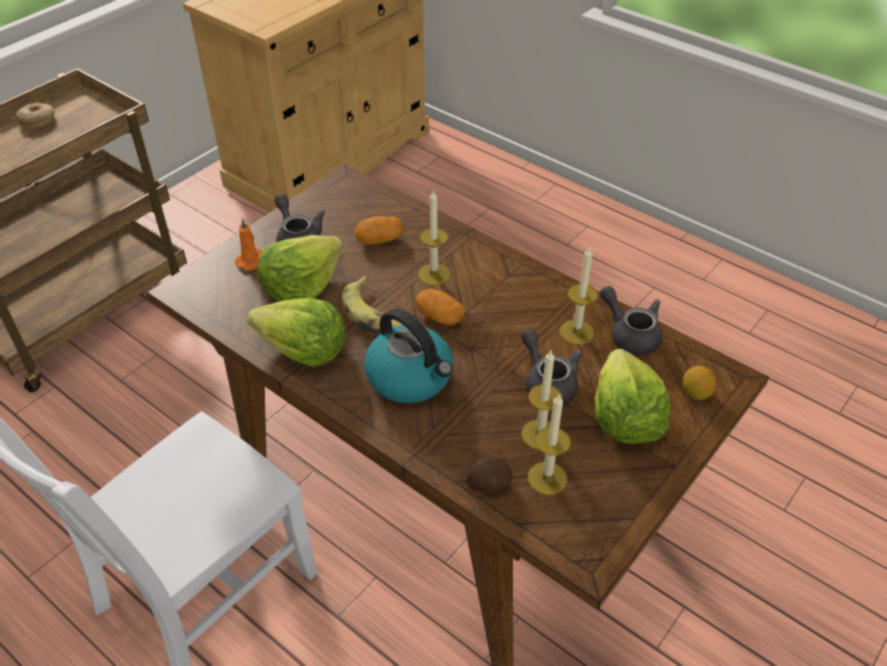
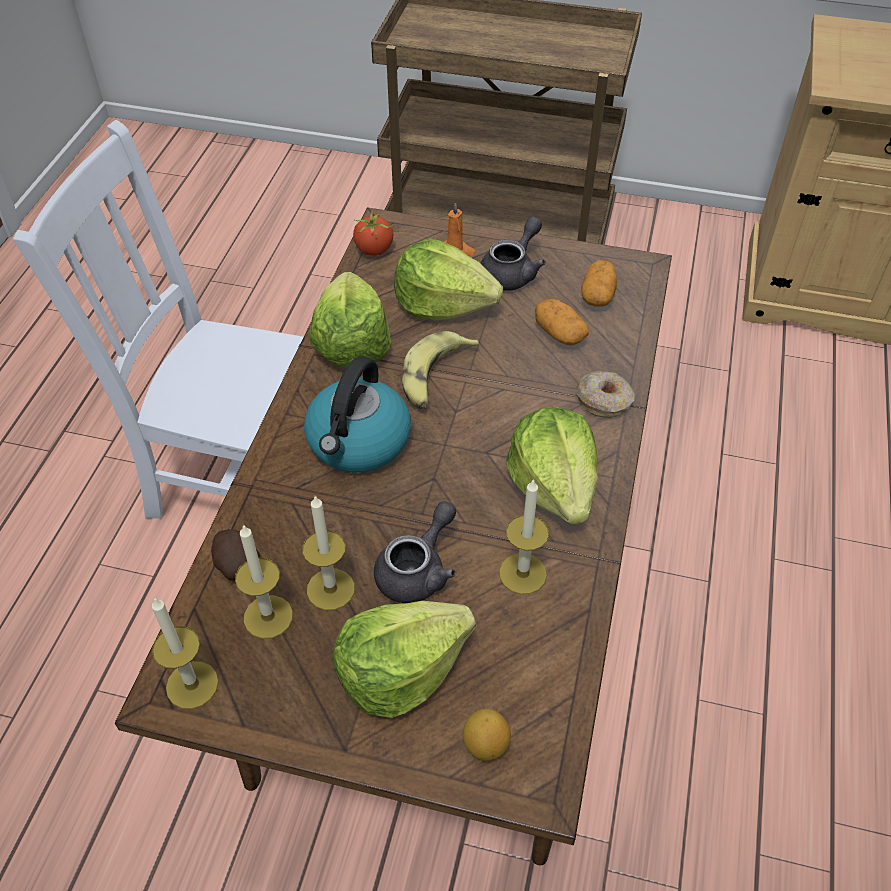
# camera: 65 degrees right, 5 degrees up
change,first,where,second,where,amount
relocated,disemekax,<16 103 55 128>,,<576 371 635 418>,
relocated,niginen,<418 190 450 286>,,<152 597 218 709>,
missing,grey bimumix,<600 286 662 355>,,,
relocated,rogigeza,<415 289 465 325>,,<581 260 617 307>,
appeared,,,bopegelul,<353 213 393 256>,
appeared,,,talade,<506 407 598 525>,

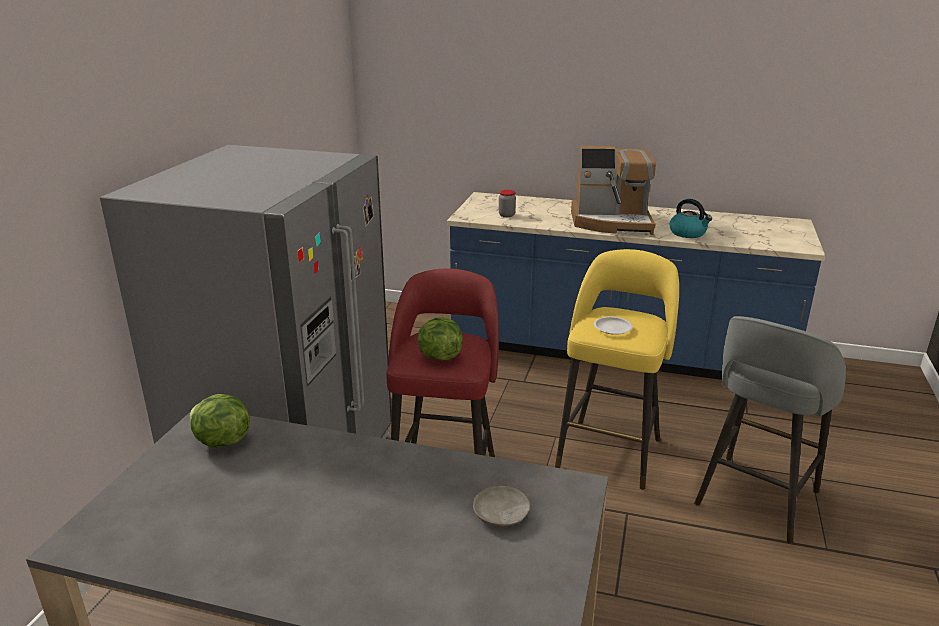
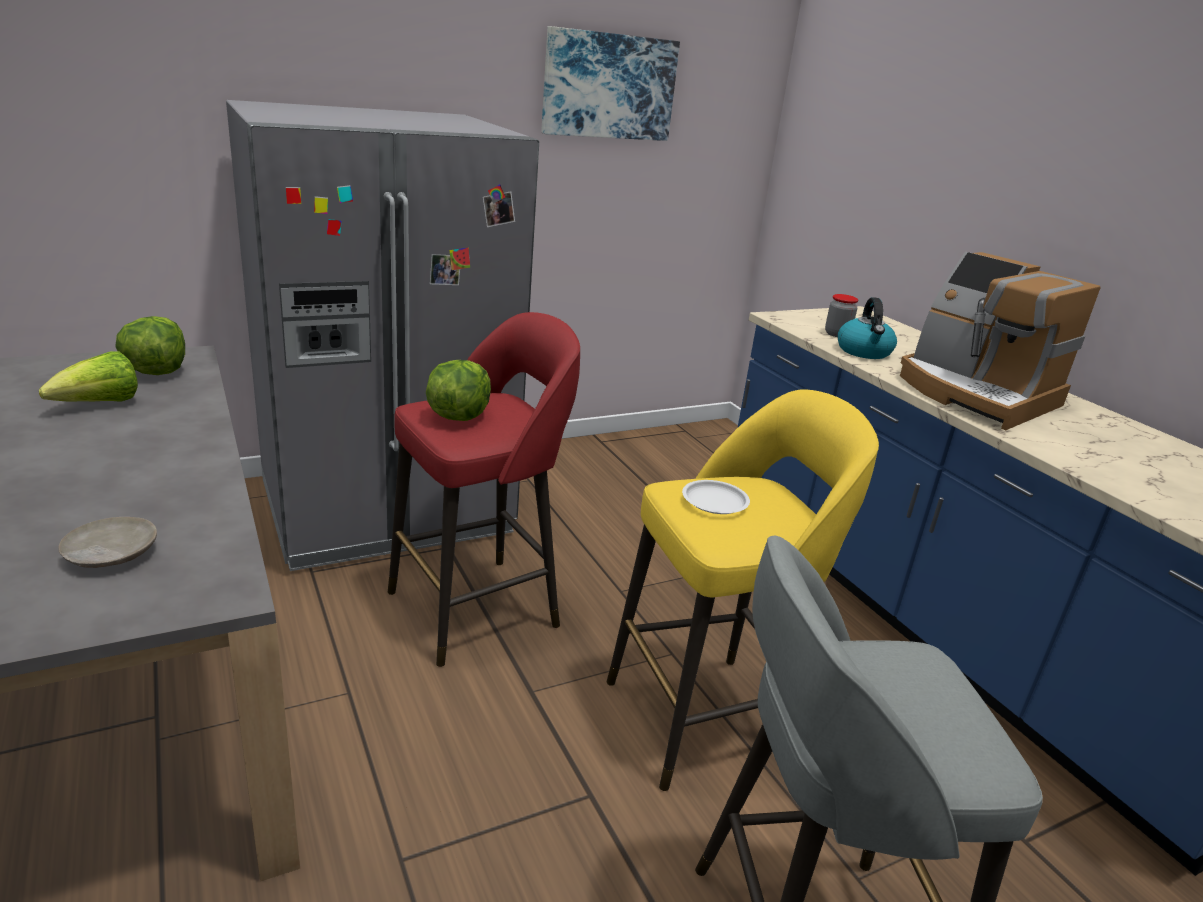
# camera: 45 degrees right, 0 degrees up
change,first,where,second,where,amount
relocated,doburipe,<670 199 712 238>,,<838 297 897 359>,
appeared,,,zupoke,<541 26 680 141>,
appeared,,,talade,<39 352 138 402>,

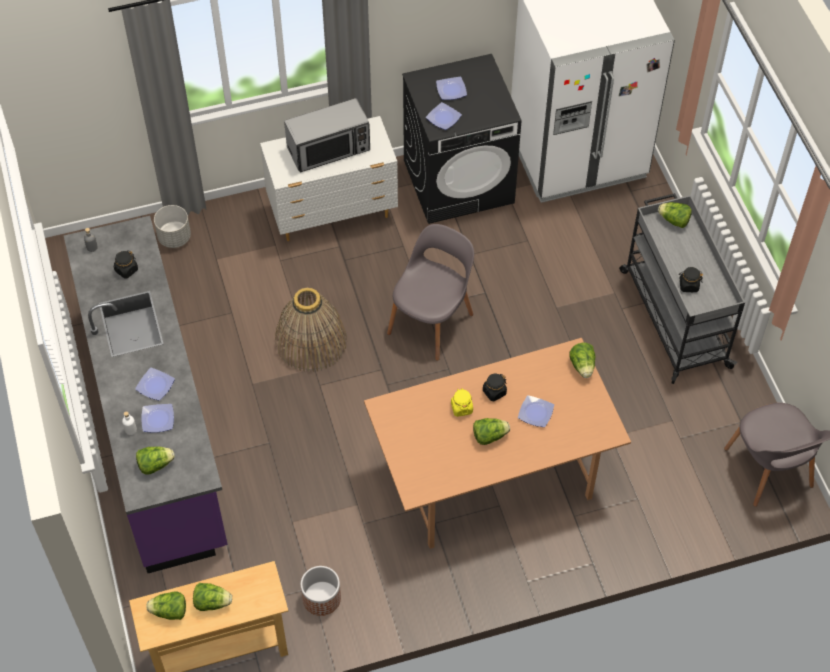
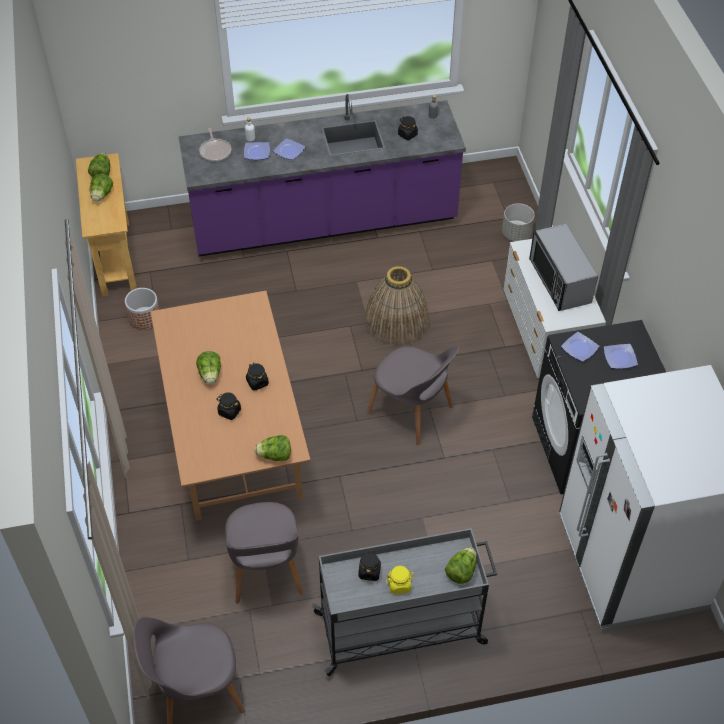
# camera: 95 degrees right, 5 degrees down
change,first,where,second,where,amount
relocated,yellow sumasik,<451 388 473 417>,,<386 566 414 594>,
exchanged,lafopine,<518 395 554 427>,black sumasik,<216 392 241 420>,
exchanged,talade,<136 447 175 474>,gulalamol,<199 128 231 162>,
appeared,,,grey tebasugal,<225 502 303 604>,

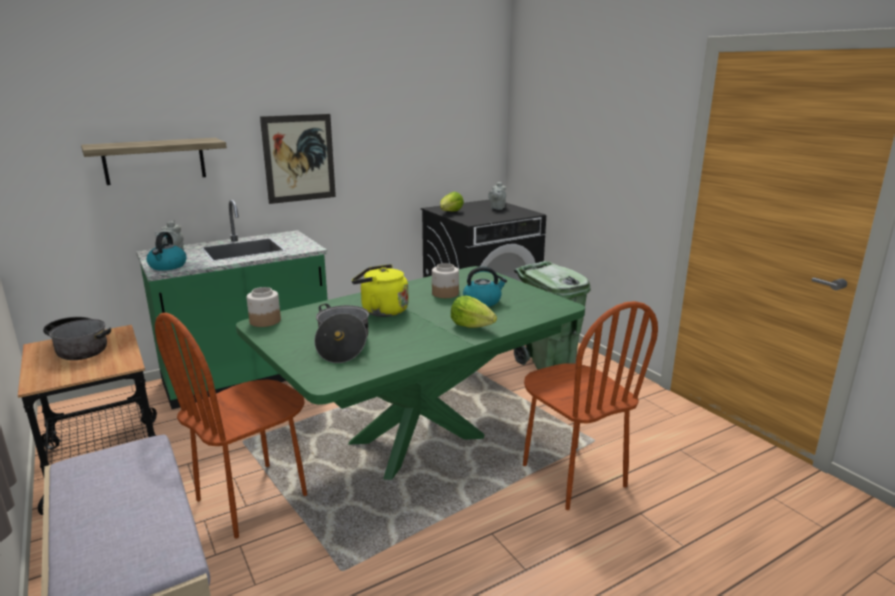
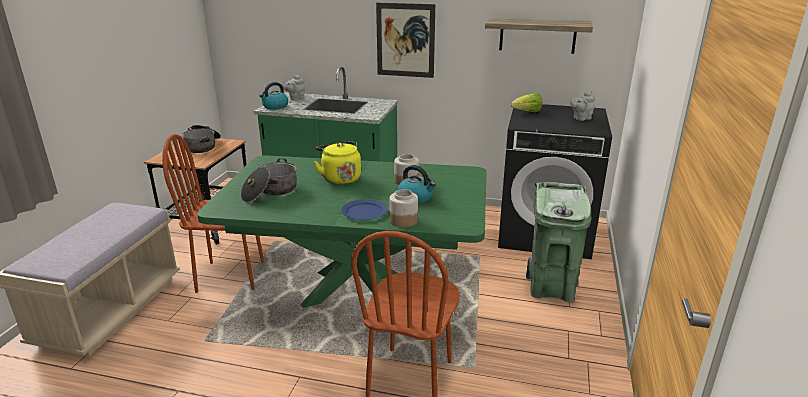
# camera: 45 degrees right, 5 degrees up
change,first,where,second,where,amount
relocated,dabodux,<81 138 227 185>,,<485 18 593 54>,
relocated,sumasik,<246 287 281 327>,,<389 189 418 227>,
exchanged,talade,<451 296 497 328>,blue lafopine,<341 199 387 220>,

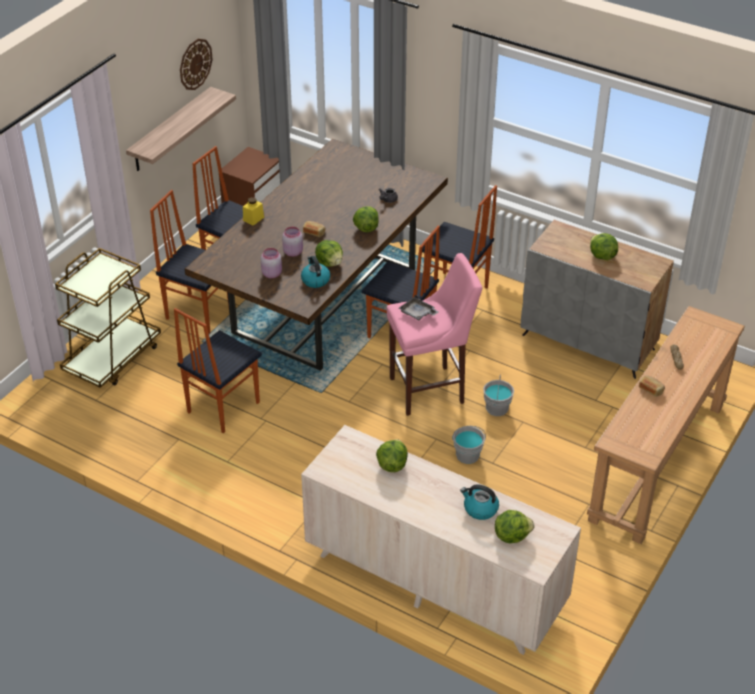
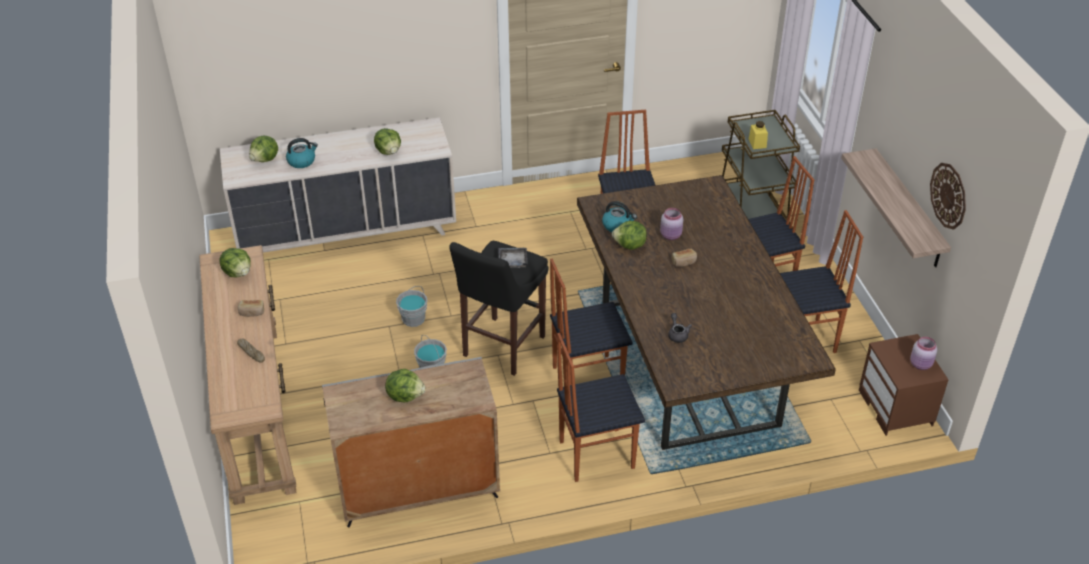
# camera: 135 degrees right, 0 degrees up
change,first,where,second,where,amount
relocated,yellow sumasik,<243 197 264 226>,,<749 121 768 149>,
relocated,talade,<353 206 379 232>,,<219 248 251 277>,
relocated,pink sumasik,<261 248 282 278>,,<910 337 937 370>,
colour,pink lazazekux,<386 253 482 416>,black lazazekux,<449 241 549 376>,

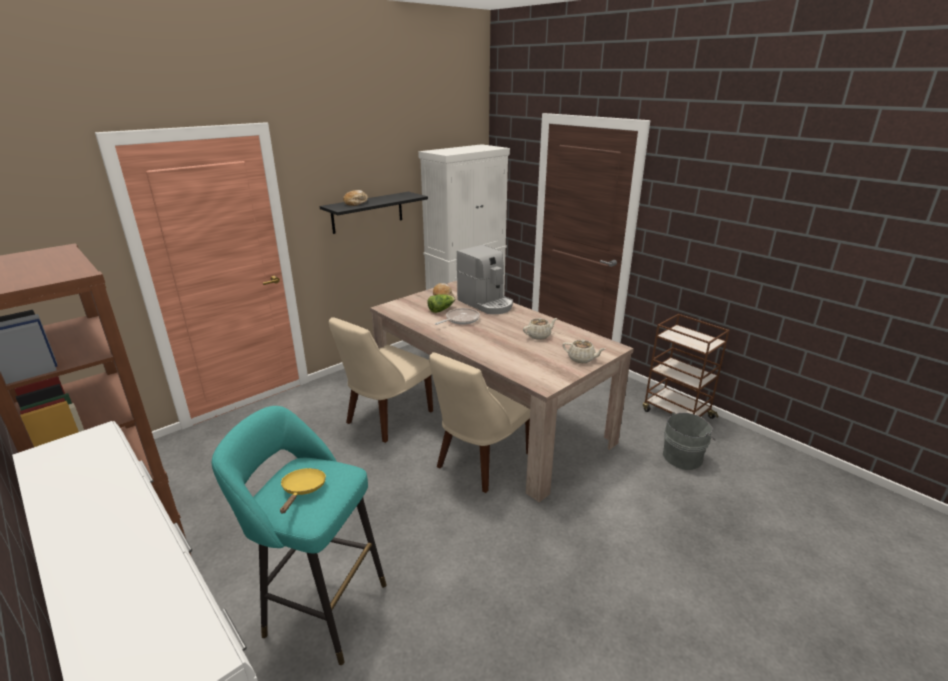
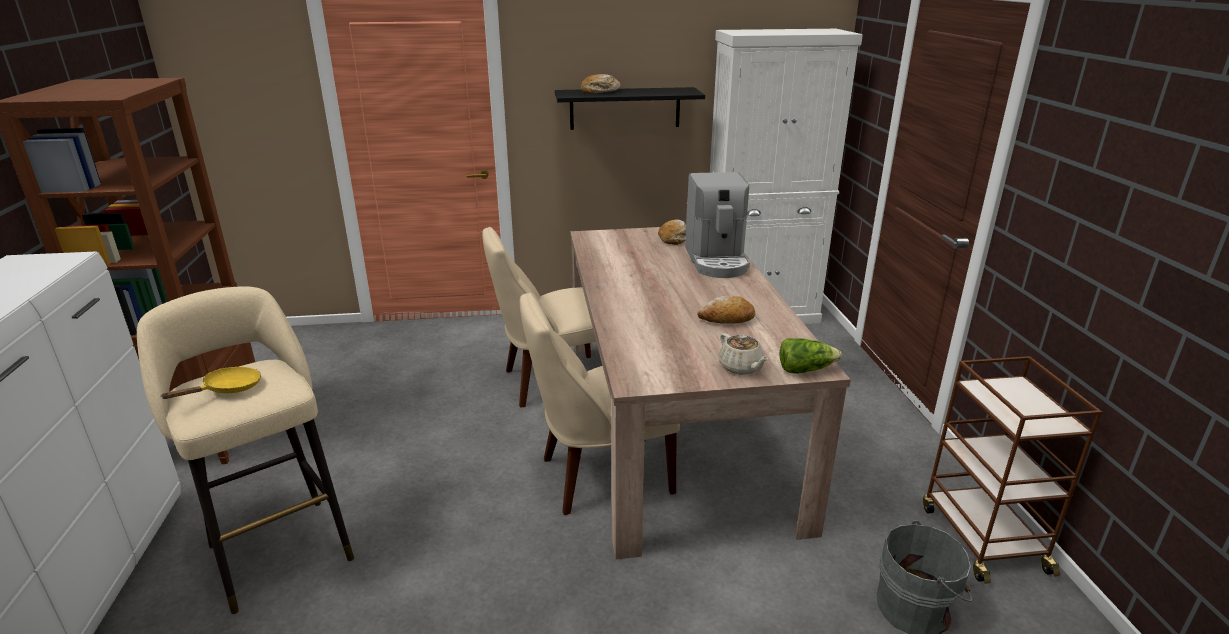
# camera: 35 degrees right, 0 degrees up
change,first,where,second,where,amount
relocated,talade,<427 294 456 313>,,<780 338 842 374>,
missing,gulalamol,<435 308 480 325>,,,
exchanged,beige bimumix,<523 318 557 340>,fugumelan,<697 296 755 324>,
colour,turquoise lazazekux,<212 406 387 665>,beige lazazekux,<137 286 354 614>,

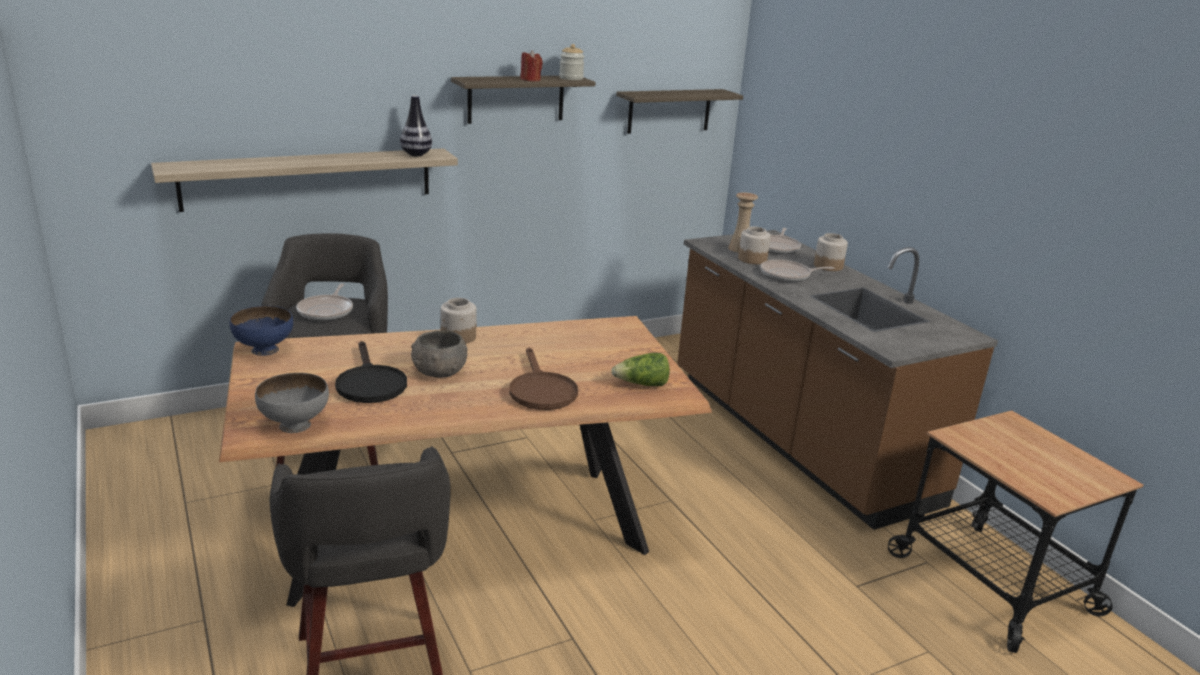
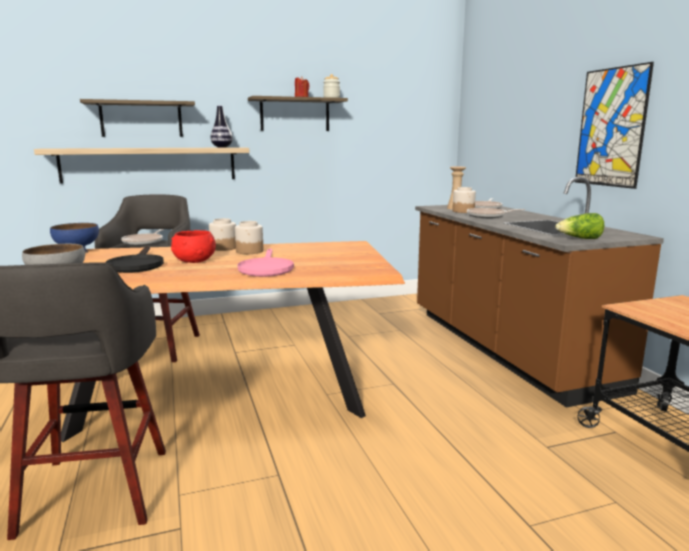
# camera: 10 degrees right, 10 degrees down
change,first,where,second,where,amount
relocated,dabodux,<616 89 743 134>,,<80 99 195 137>,
relocated,sumasik,<814 233 848 271>,,<235 221 263 254>,
colour,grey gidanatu,<411 330 468 378>,red gidanatu,<171 230 216 263>,
colour,brown gulalamol,<509 347 578 410>,pink gulalamol,<237 249 294 277>,
relocated,talade,<611 353 670 386>,,<555 213 604 239>,
appeared,,,zupoke,<575 62 654 189>,

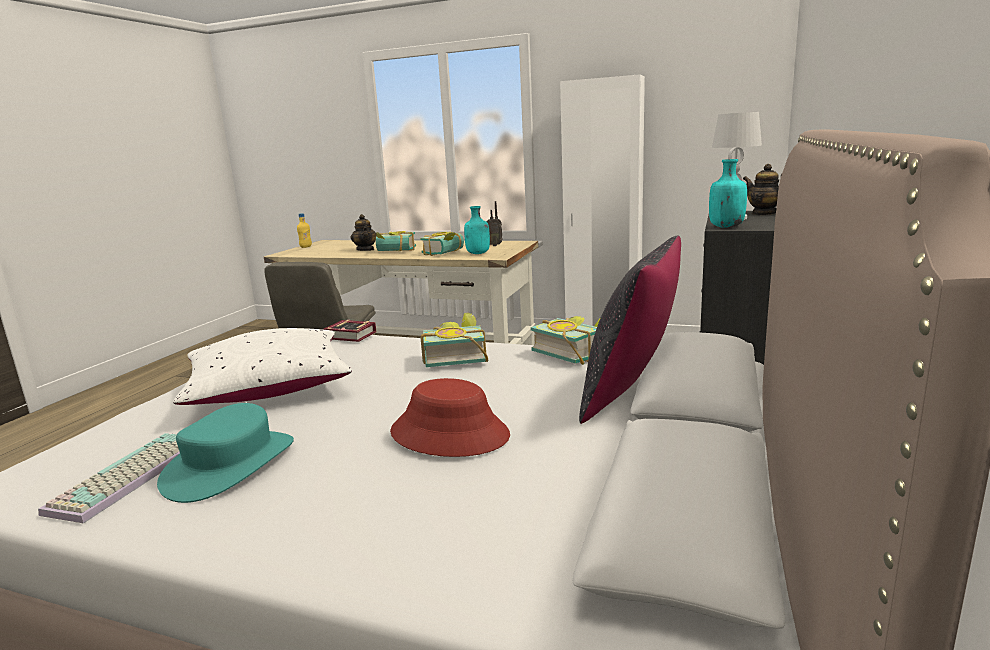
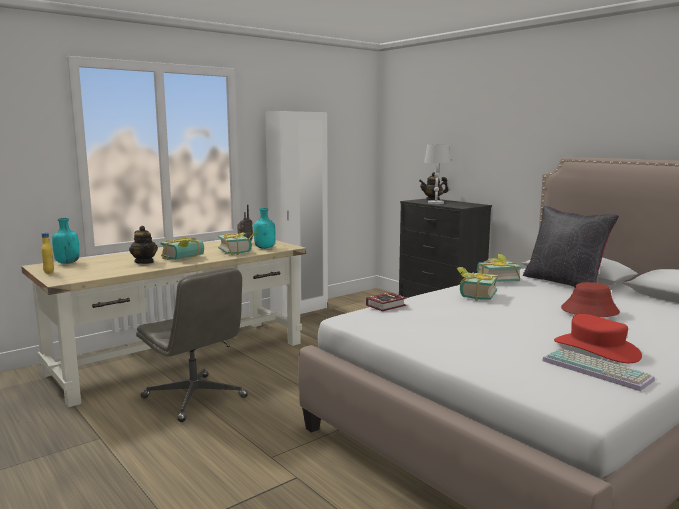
# camera: 60 degrees left, 5 degrees down
change,first,where,second,where,amount
relocated,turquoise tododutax,<709 159 747 228>,,<52 218 80 264>,
spun,bimumix,<351 214 376 251>,,<129 226 158 264>,45 degrees clockwise
missing,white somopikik,<173 328 352 405>,,,
colour,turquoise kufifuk,<157 403 294 503>,red kufifuk,<554 314 642 363>,

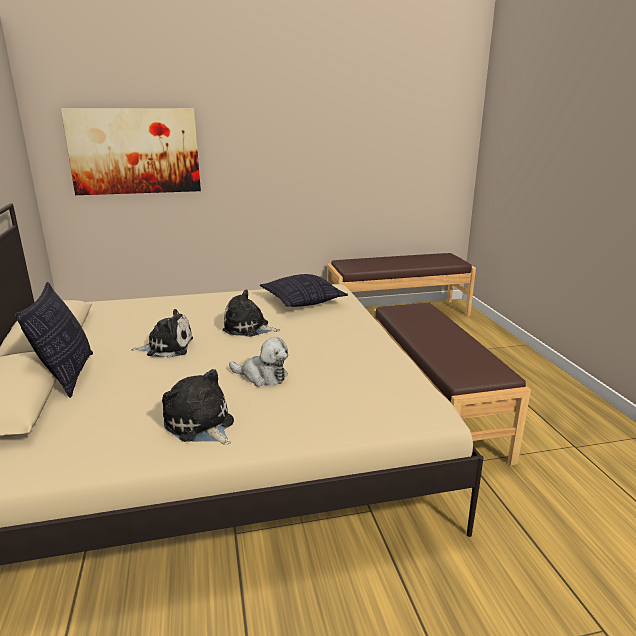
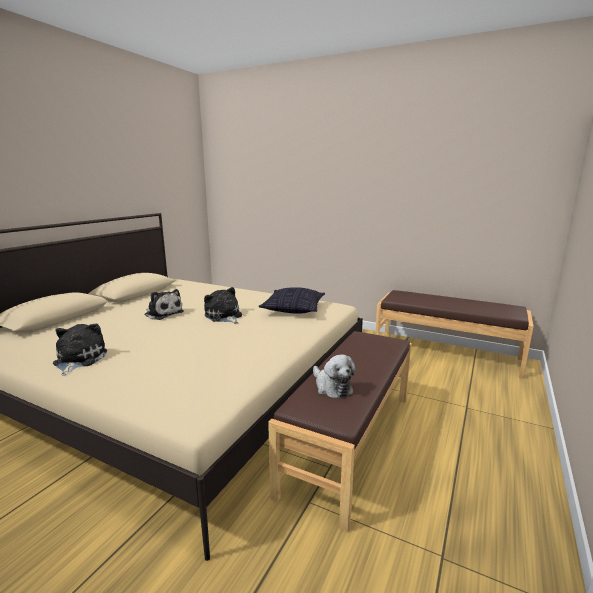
# camera: 40 degrees right, 5 degrees down
change,first,where,second,where,amount
missing,zupoke,<61 108 201 195>,,,
missing,somopikik,<15 282 93 398>,,,
relocated,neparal,<229 337 288 386>,,<313 355 356 399>,

